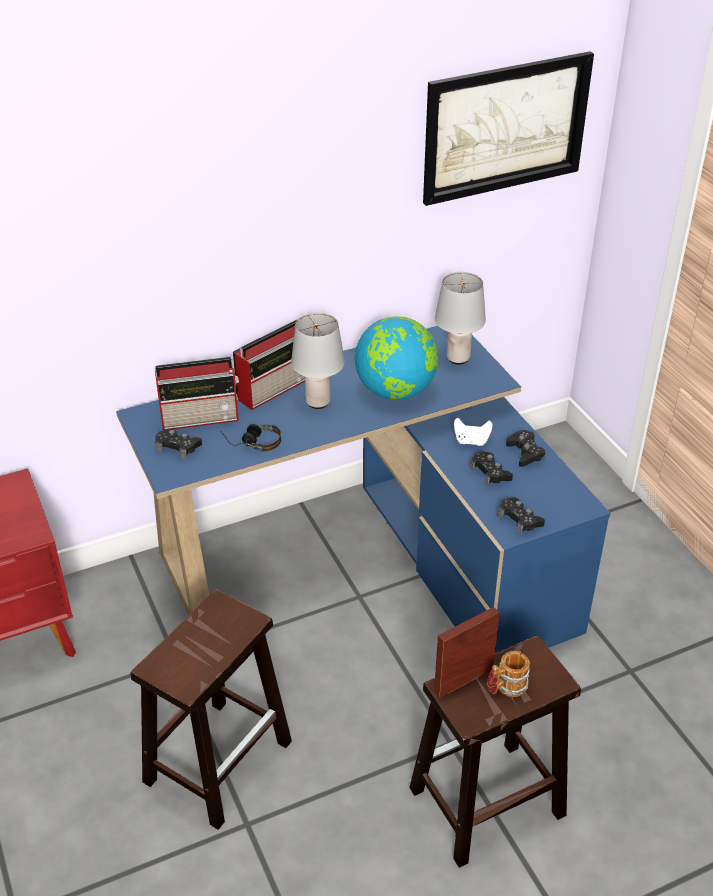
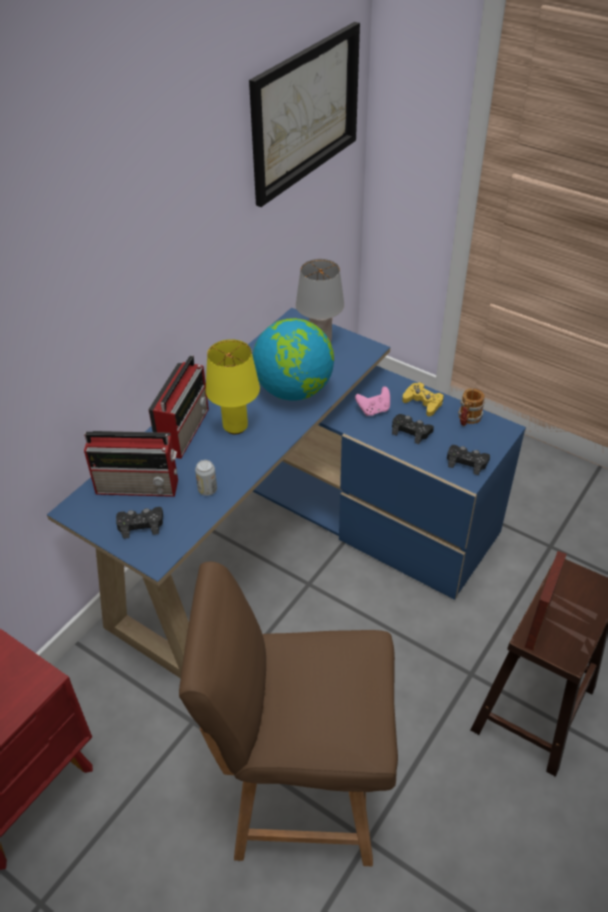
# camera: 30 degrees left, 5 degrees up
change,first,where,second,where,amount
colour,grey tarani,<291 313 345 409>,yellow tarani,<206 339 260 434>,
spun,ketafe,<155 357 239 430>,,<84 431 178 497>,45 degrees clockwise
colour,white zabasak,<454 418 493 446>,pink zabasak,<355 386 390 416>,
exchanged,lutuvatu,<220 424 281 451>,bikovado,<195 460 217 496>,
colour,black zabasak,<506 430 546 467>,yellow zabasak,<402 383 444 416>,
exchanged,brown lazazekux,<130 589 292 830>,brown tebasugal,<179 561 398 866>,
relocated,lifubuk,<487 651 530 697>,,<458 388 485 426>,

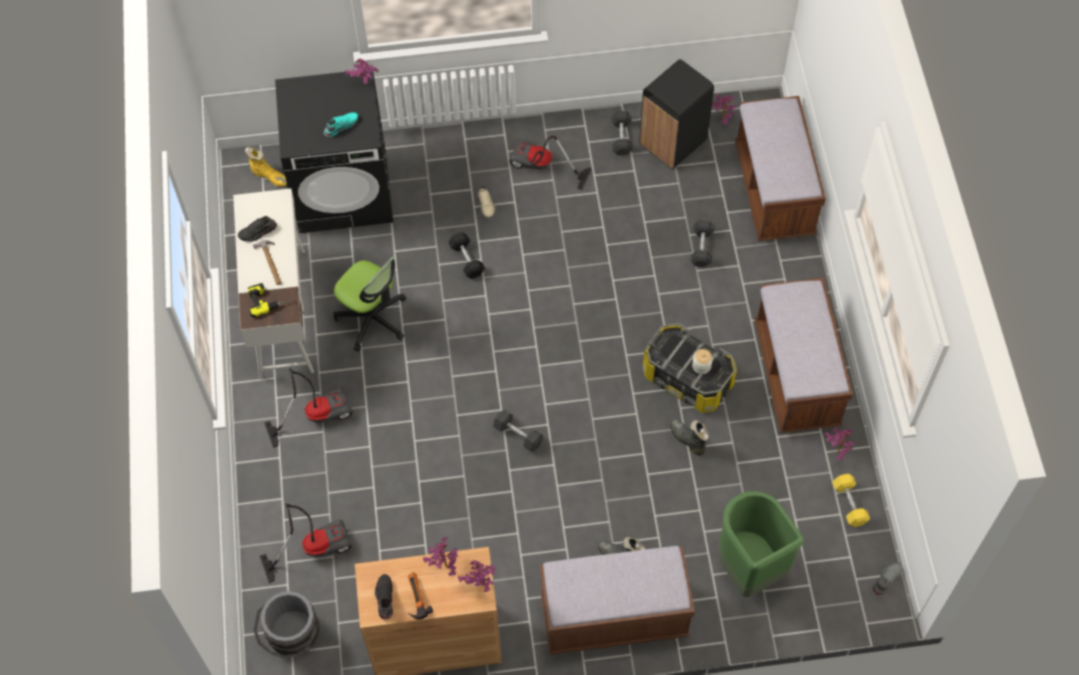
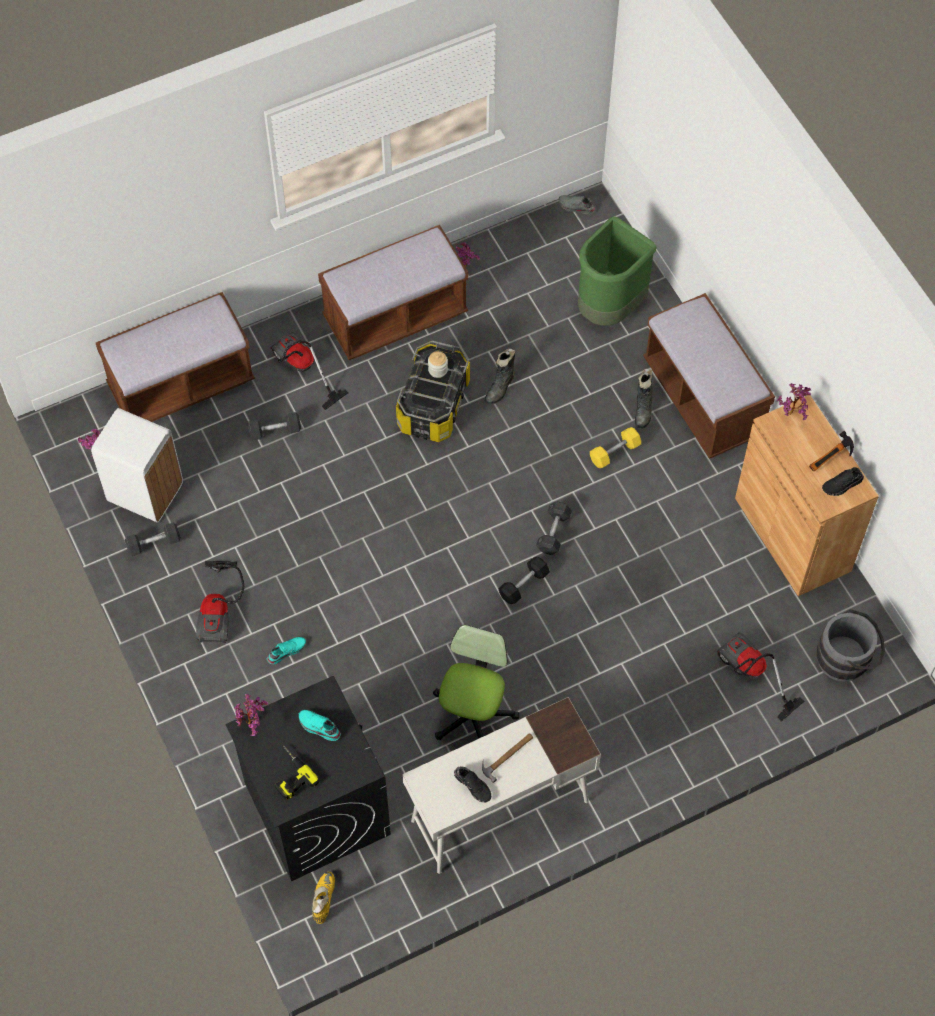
# camera: 110 degrees left, 0 degrees up
change,first,where,second,where,amount
colour,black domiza,<639 59 714 169>,white domiza,<91 408 183 523>,
colour,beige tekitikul,<478 186 495 218>,turquoise tekitikul,<267 637 306 664>,
relocated,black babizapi,<448 232 485 279>,,<498 557 550 604>,
relocated,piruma,<248 283 294 317>,,<275 746 319 800>,
relocated,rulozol,<264 368 353 448>,,<270 332 349 410>,
relocated,yellow babizapi,<832 474 870 527>,,<590 427 641 468>,
missing,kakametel,<423 537 458 576>,,,

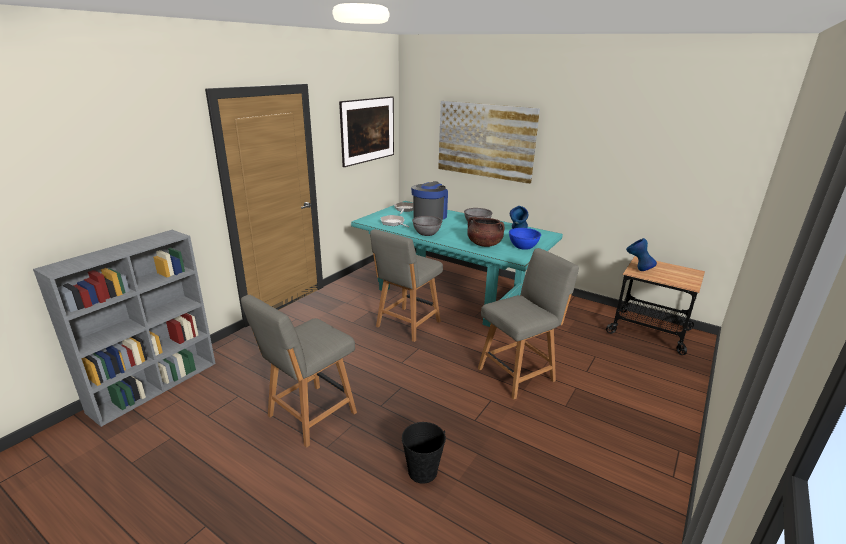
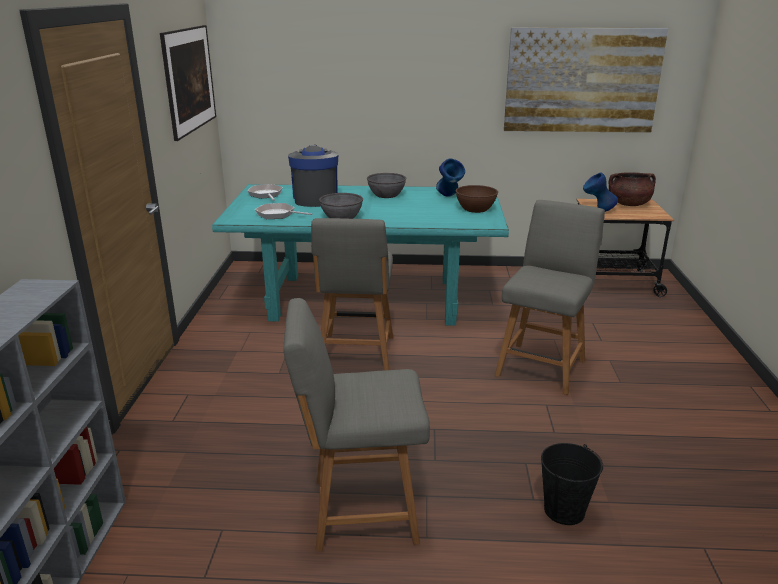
# camera: 30 degrees left, 0 degrees up
change,first,where,second,where,amount
relocated,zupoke,<438 101 540 184>,,<504 28 668 133>,
relocated,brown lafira,<467 217 505 247>,,<609 172 656 206>,
colour,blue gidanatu,<509 228 541 250>,brown gidanatu,<456 185 498 213>,
spun,grey tebasugal,<241 295 357 448>,,<283 298 430 551>,75 degrees clockwise

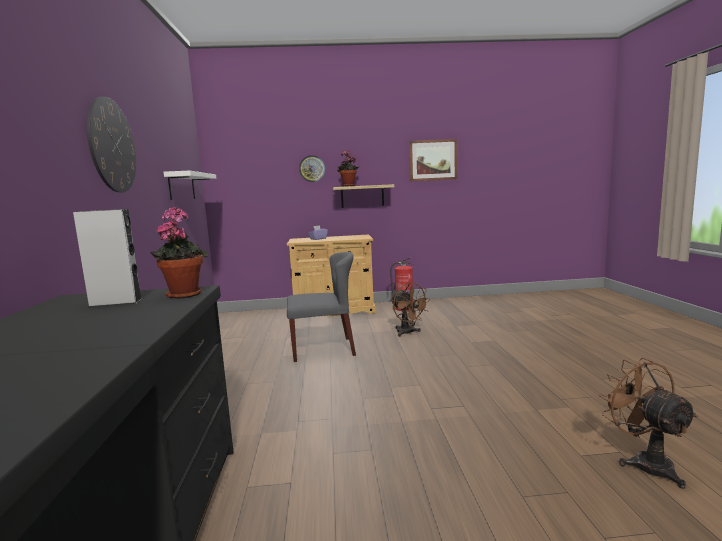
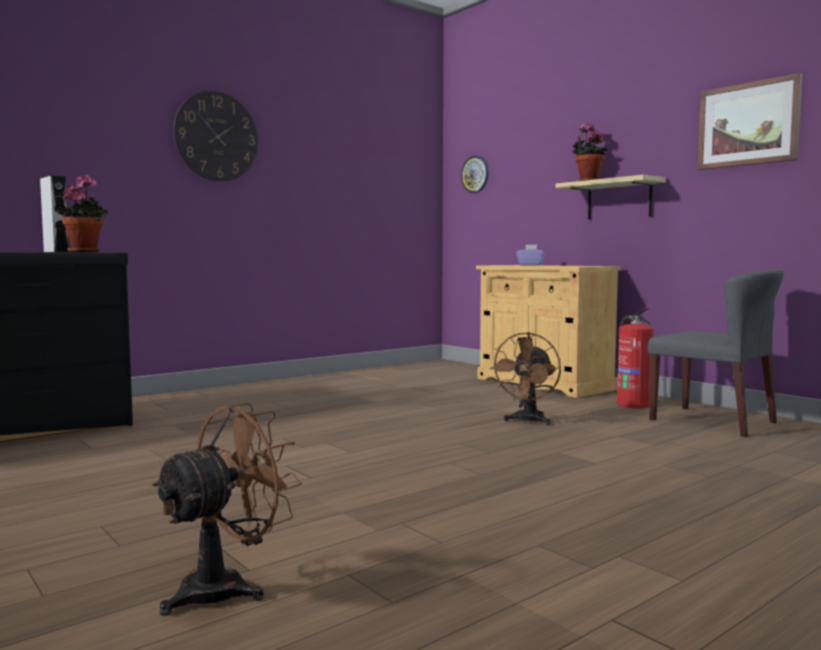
# camera: 55 degrees right, 5 degrees down
change,first,where,second,where,amount
relocated,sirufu,<299 155 326 182>,,<461 156 489 193>,
missing,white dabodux,<164 171 216 200>,,,
relocated,grey tebasugal,<287 252 356 362>,,<648 269 784 437>,

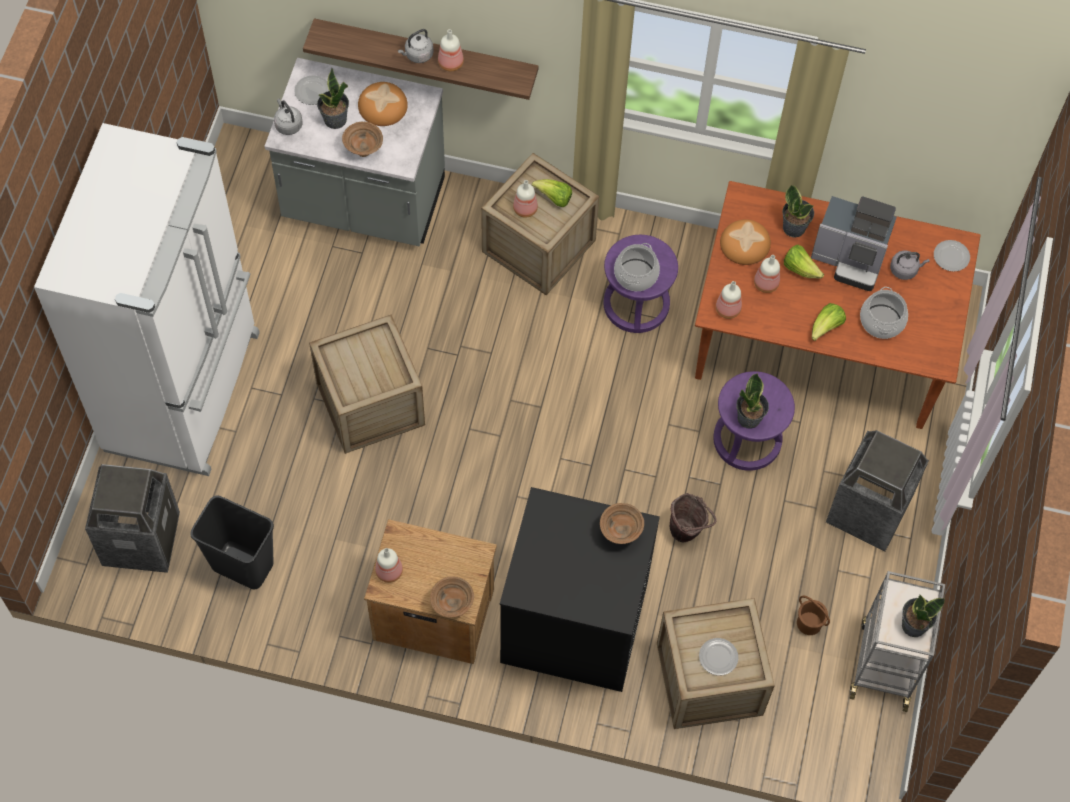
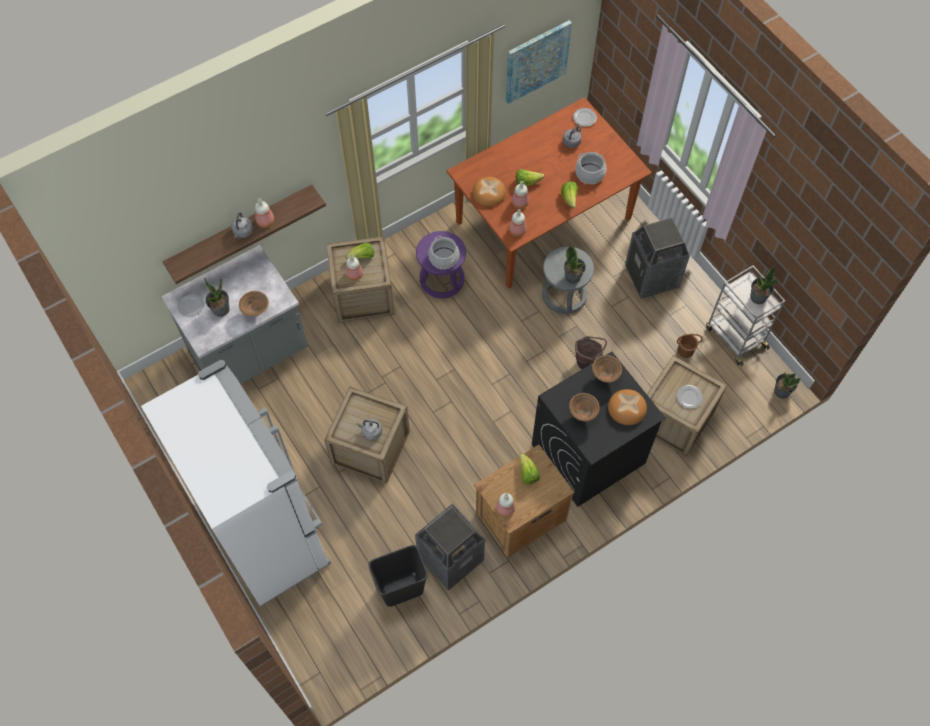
# camera: 45 degrees left, 0 degrees up
change,first,where,second,where,amount
relocated,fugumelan,<358 82 408 126>,,<608 389 647 425>,
relocated,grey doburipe,<274 98 303 135>,,<356 419 382 440>,
relocated,kakametel,<783 185 814 238>,,<774 372 800 399>,
missing,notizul,<811 196 897 291>,,,
colour,purple lazazekux,<713 371 795 471>,grey lazazekux,<542 247 594 314>,
relocated,domiza,<85 464 180 573>,,<415 504 485 591>,
relocated,brown gidanatu,<430 577 474 617>,,<569 393 600 421>,
appeared,,,zupoke,<506 20 572 104>,
appeared,,,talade,<519 454 540 484>,

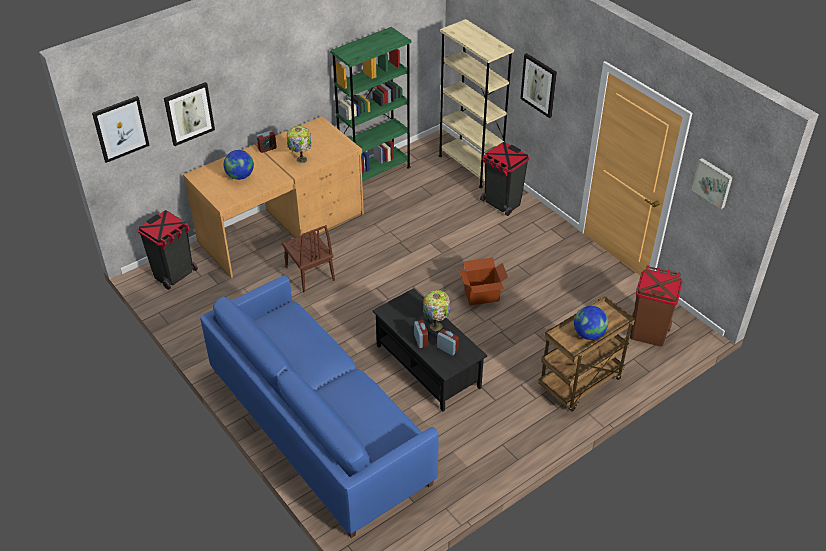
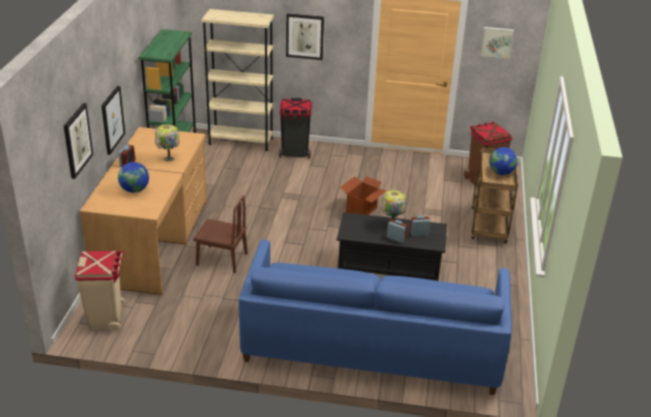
# camera: 45 degrees left, 10 degrees down
change,first,where,second,where,amount
relocated,zupoke,<92 96 150 163>,,<101 86 125 155>,
colour,black domiza,<138 210 198 290>,beige domiza,<75 251 125 332>,

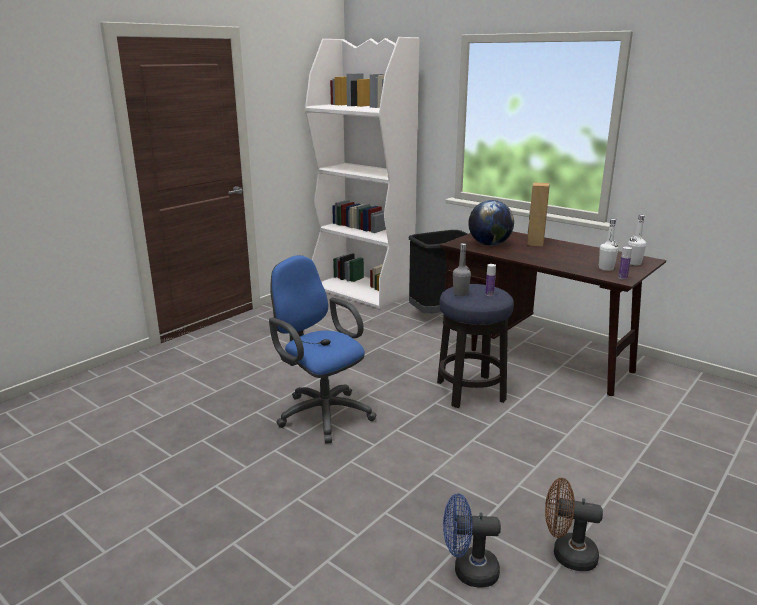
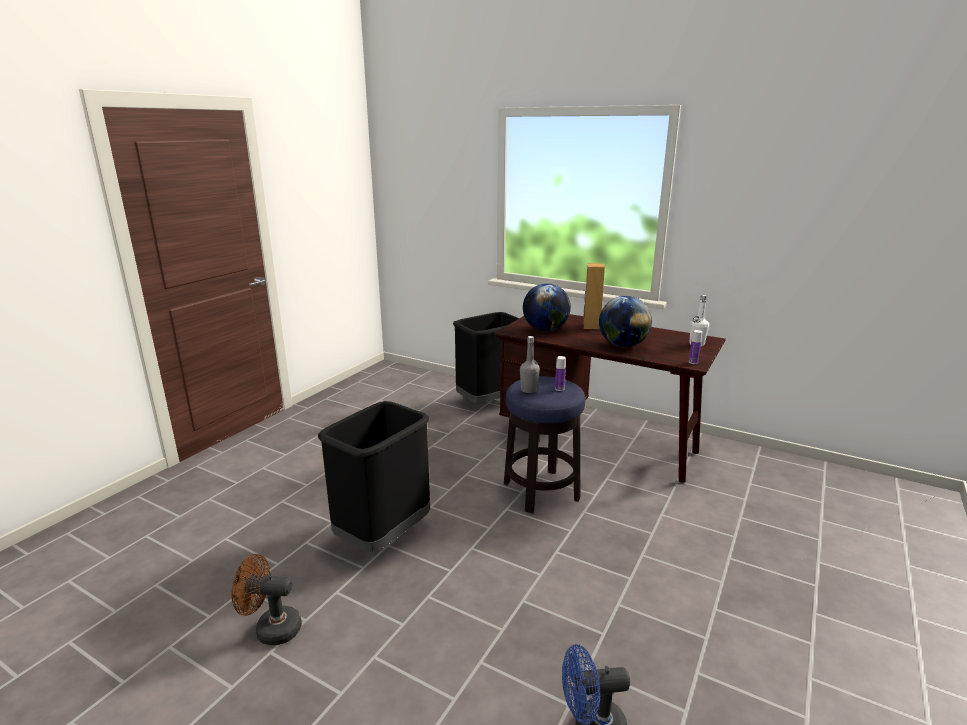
# camera: 10 degrees left, 0 degrees up
change,first,where,second,where,amount
missing,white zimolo,<305 37 419 309>,,,
missing,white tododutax,<599 219 618 271>,,,
exchanged,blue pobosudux,<269 255 376 444>,black domiza,<318 401 430 552>,
relocated,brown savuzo,<545 478 603 571>,,<232 554 302 645>,
appeared,,,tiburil,<599 296 652 347>,

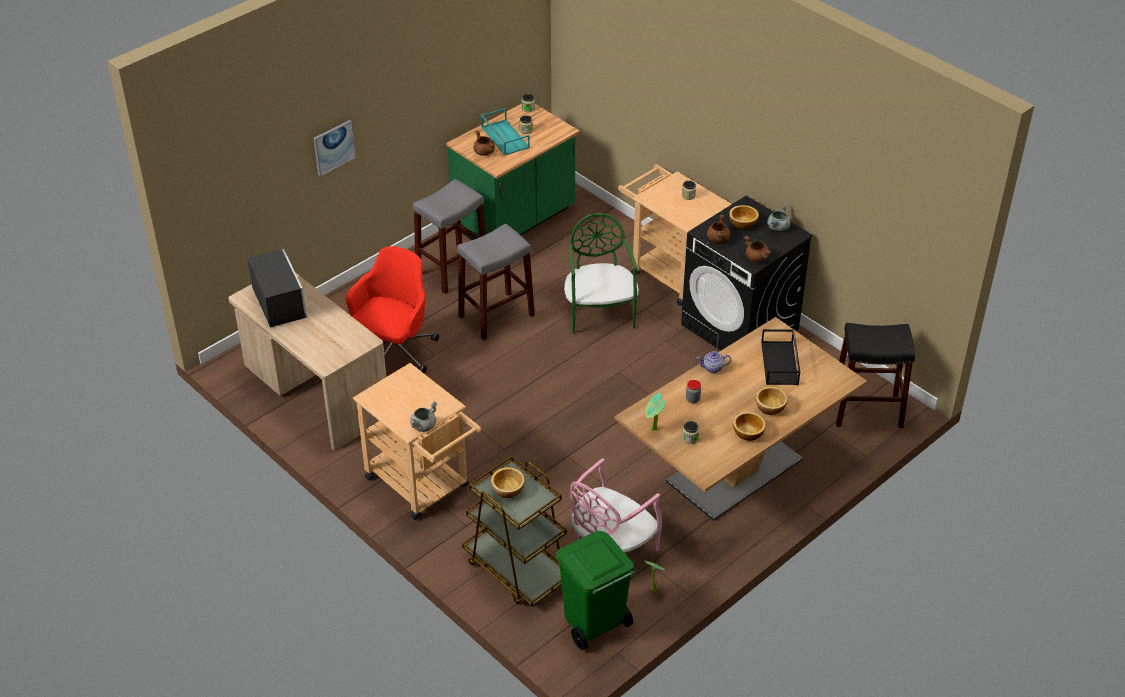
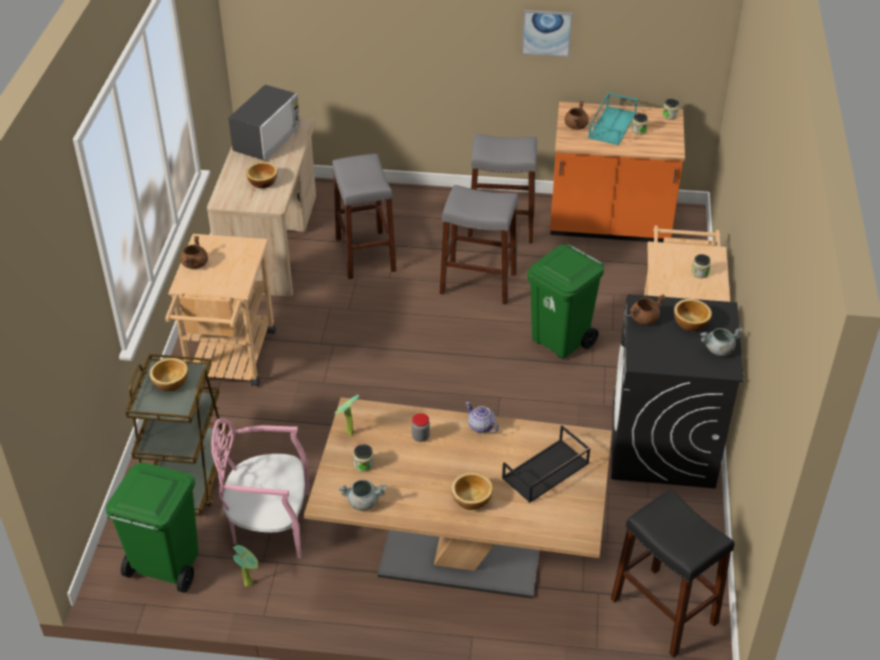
# camera: 50 degrees right, 0 degrees up
change,first,where,second,where,amount
colour,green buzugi,<446 103 579 240>,orange buzugi,<550 102 685 242>,
relocated,zupoke,<314 120 356 176>,,<522 10 573 57>,
exchanged,green tebasugal,<564 213 639 334>,green domiza,<527 244 605 359>,
relocated,brown lafira,<744 236 771 262>,,<181 236 208 269>,
exchanged,red pobosudux,<346 246 439 373>,grey lazazekux,<332 154 396 279>,
relocated,grey lafira,<410 401 438 432>,,<339 480 386 511>,
relocated,gidanatu,<733 412 766 441>,,<246 162 278 188>,

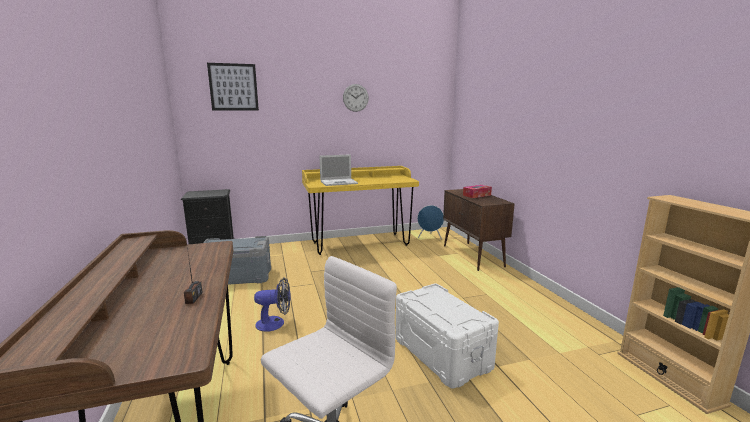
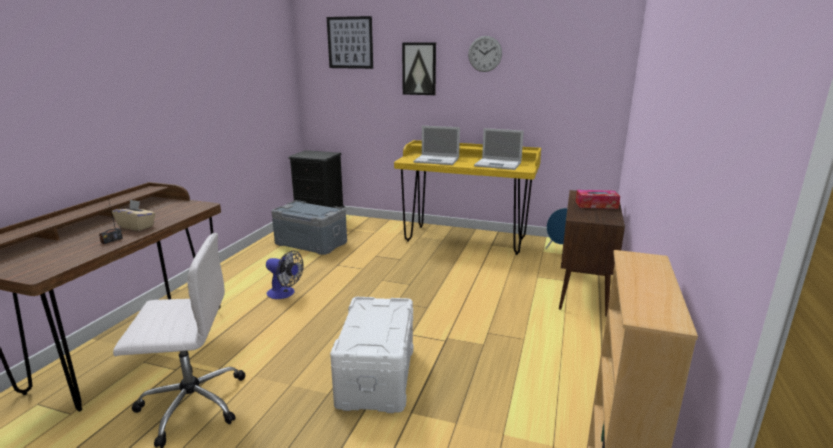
# camera: 35 degrees right, 5 degrees up
change,first,where,second,where,amount
appeared,,,zupoke,<402 42 436 95>,
appeared,,,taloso,<474 128 524 170>,
appeared,,,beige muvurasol,<112 199 155 231>,

